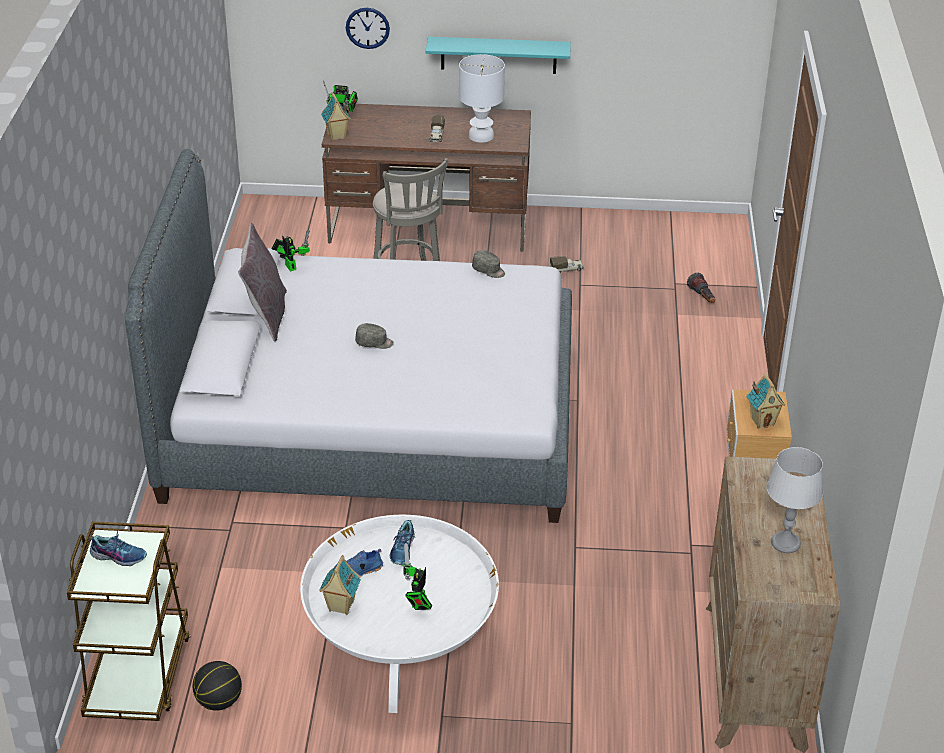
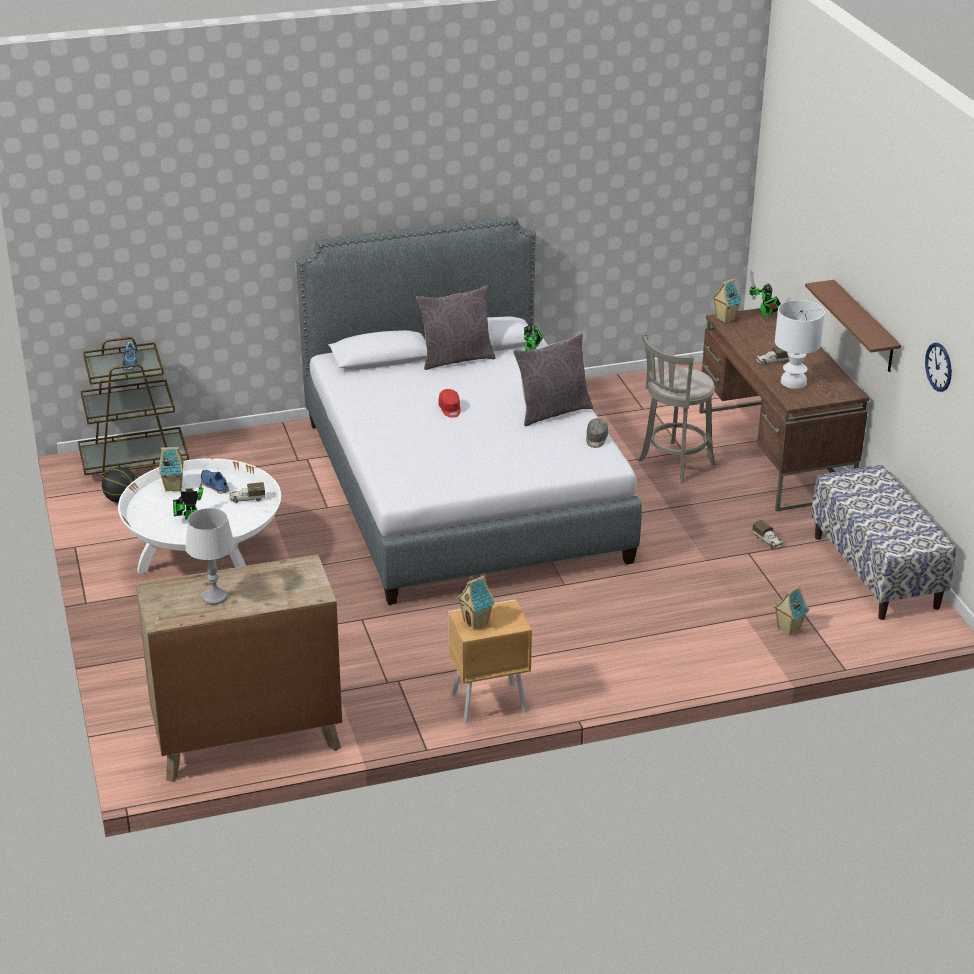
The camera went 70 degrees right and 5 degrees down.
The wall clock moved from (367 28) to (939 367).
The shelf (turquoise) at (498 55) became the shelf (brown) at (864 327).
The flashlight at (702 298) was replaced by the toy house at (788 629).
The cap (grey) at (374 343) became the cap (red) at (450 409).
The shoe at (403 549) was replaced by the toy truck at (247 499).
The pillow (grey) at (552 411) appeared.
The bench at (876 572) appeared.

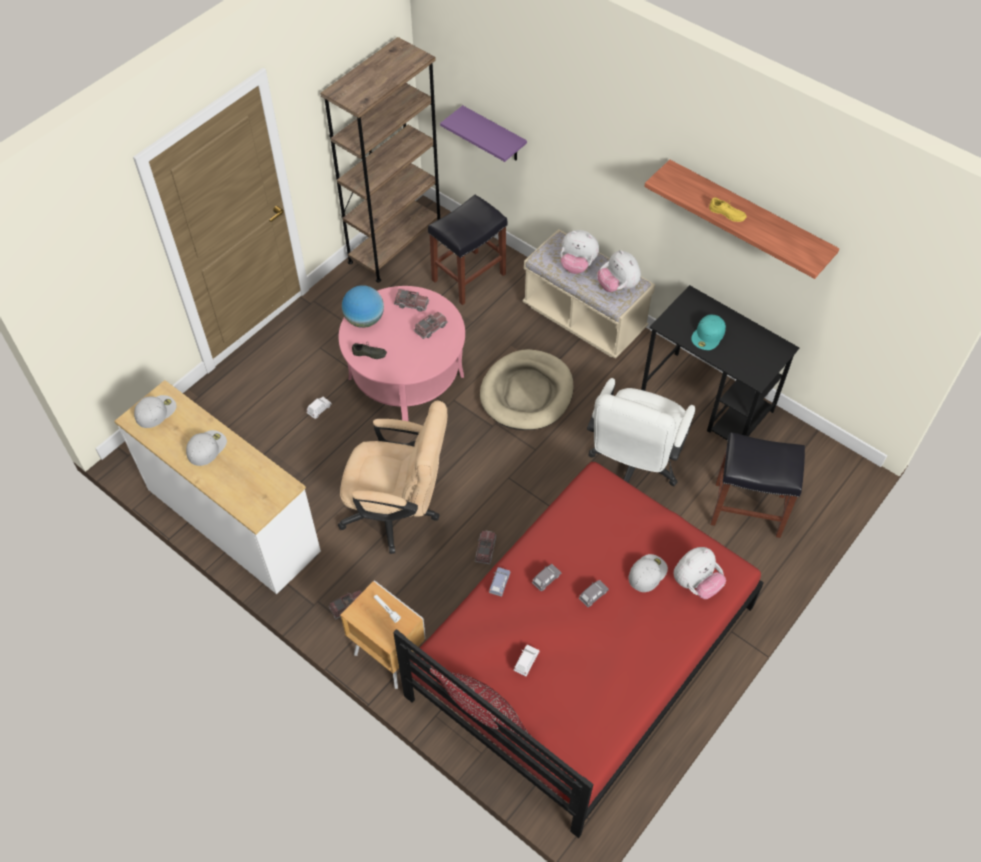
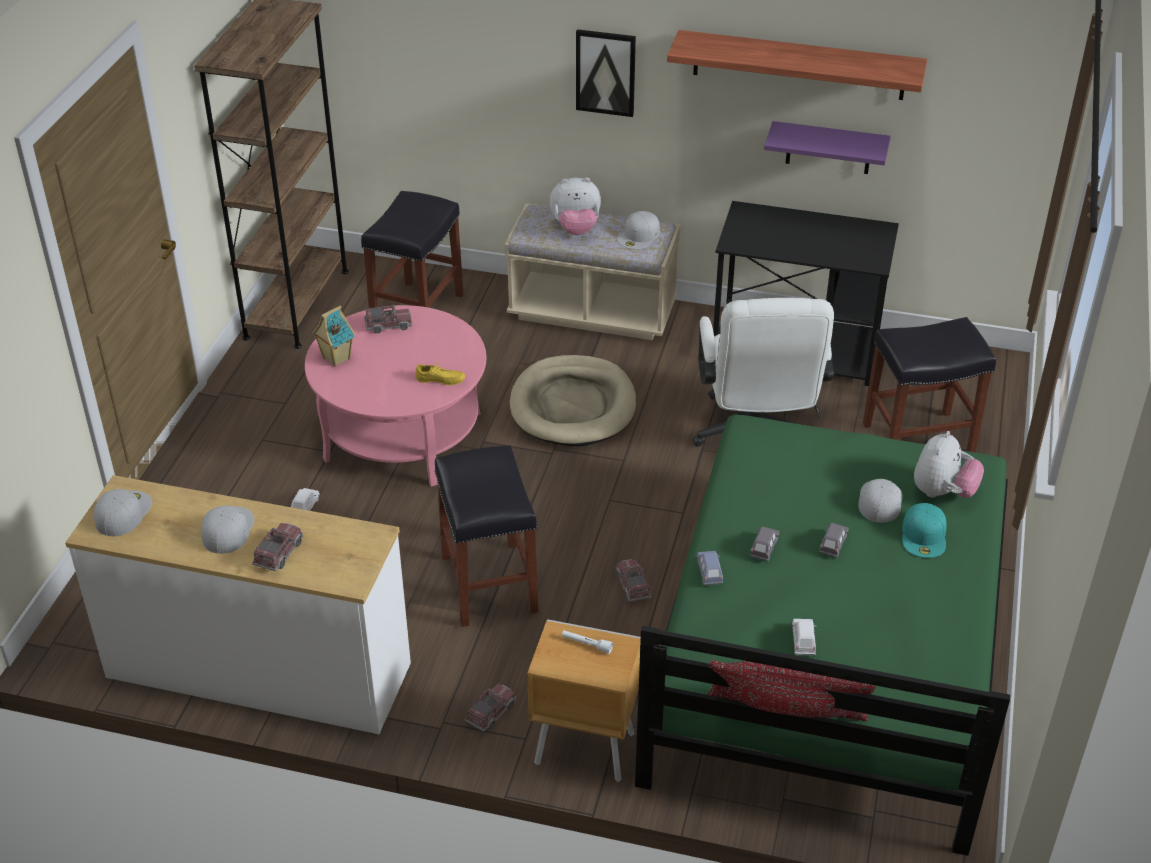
The camera went 25 degrees left and 15 degrees down.
The shelf (purple) moved from (494 135) to (828 148).
The shoe (yellow) moved from (726 215) to (440 381).
The plush toy at (617 286) was replaced by the cap (white) at (639 236).
The globe at (364 320) was replaced by the toy house at (335 358).
The toy truck moved from (430 328) to (279 553).
The cap (turquoise) moved from (708 335) to (924 536).
The shoe (grey) at (369 355) disappeared.
The office chair (beige) at (398 513) was replaced by the stool (black) at (490 585).
The bed (red) at (582 650) became the bed (green) at (828 649).
The picture at (605 72) appeared.

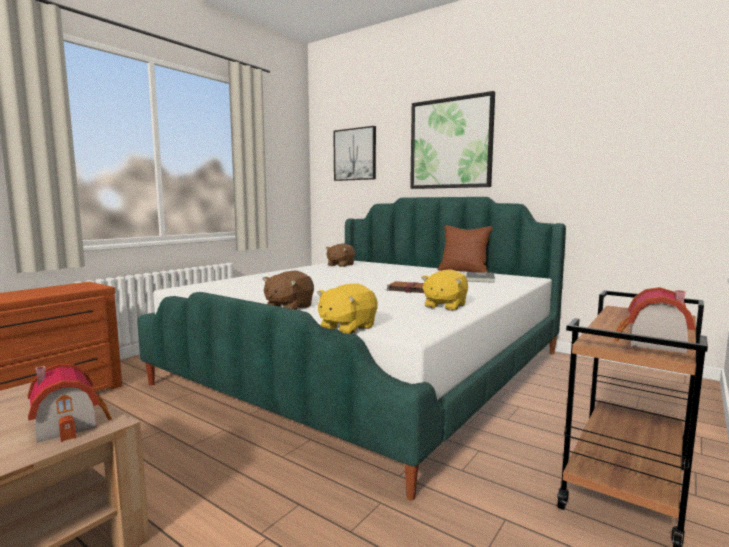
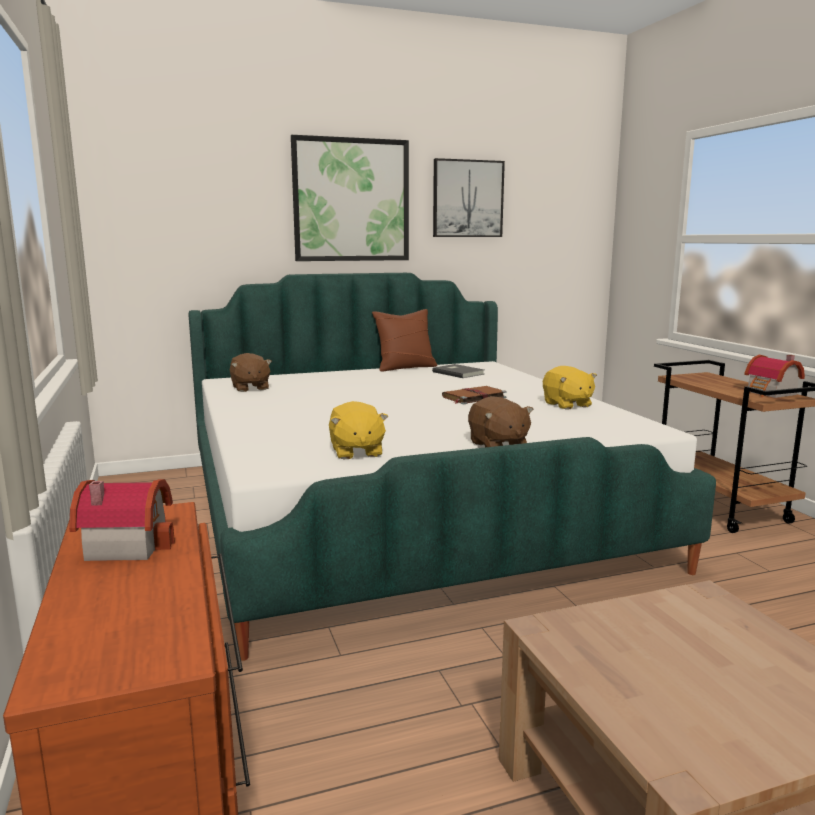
The camera went 55 degrees left and 5 degrees up.
The picture moved from (355 154) to (467 199).
The plush toy (yellow) moved from (346 328) to (356 452).
The toy house moved from (70 423) to (126 544).

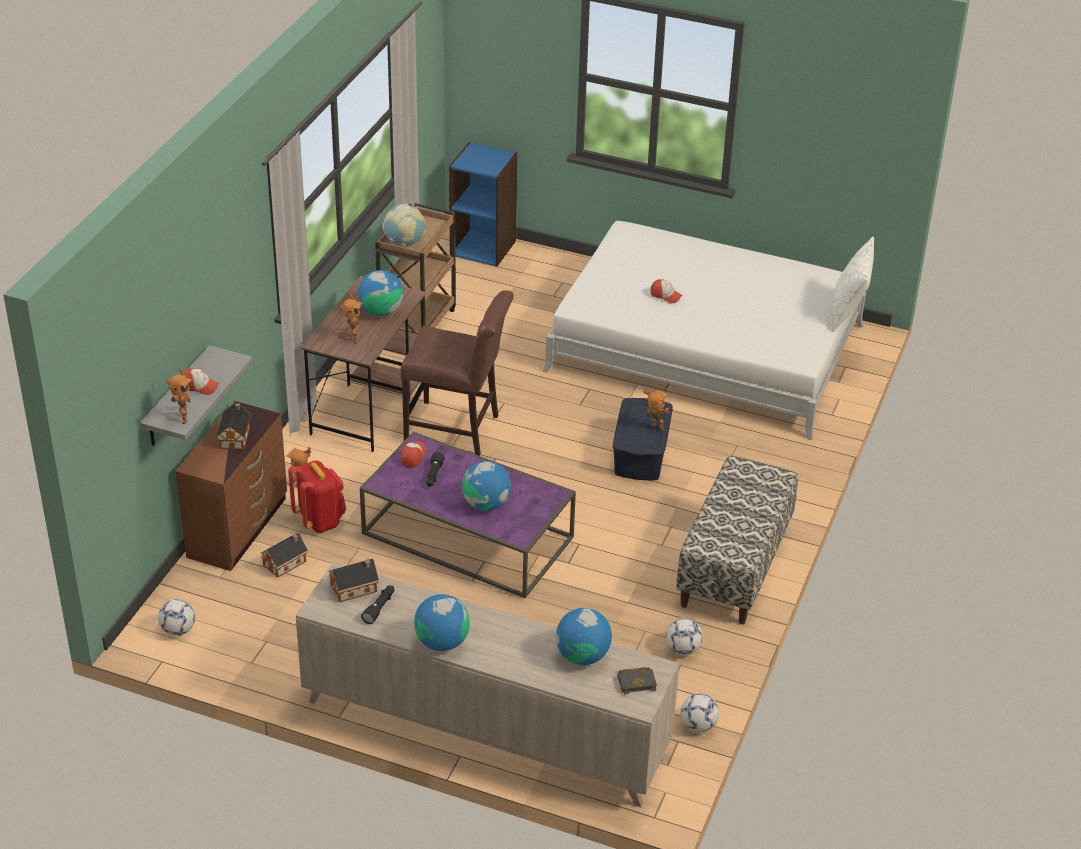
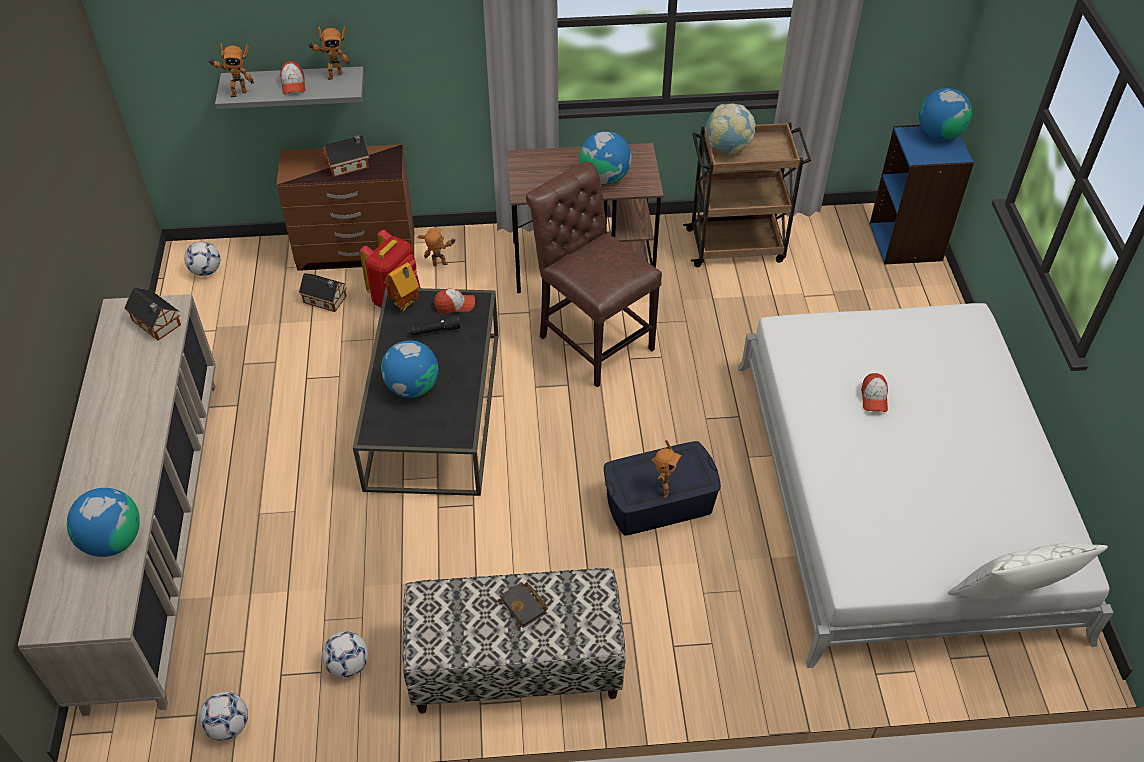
The camera went 65 degrees right and 10 degrees up.
The chair (brown) at (457 430) turned 150 degrees clockwise.
The toy robot moved from (352 339) to (333 75).
The coffee table (purple) at (467 536) became the coffee table (black) at (433 410).
The flashlight (black) at (379 608) disappeared.
The globe moved from (442 642) to (939 134).
The book (black) moved from (637 682) to (525 607).
The toy house at (405 305) appeared.

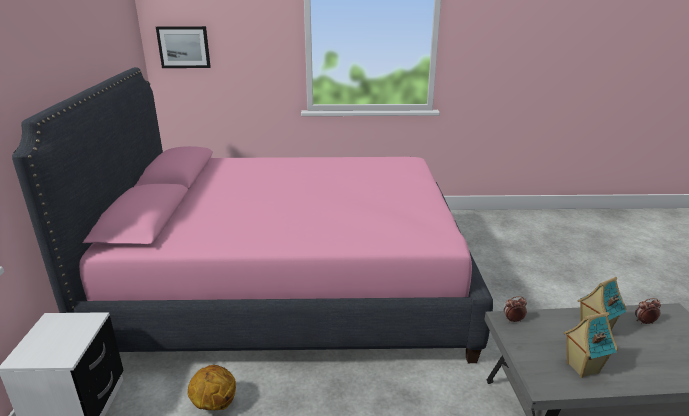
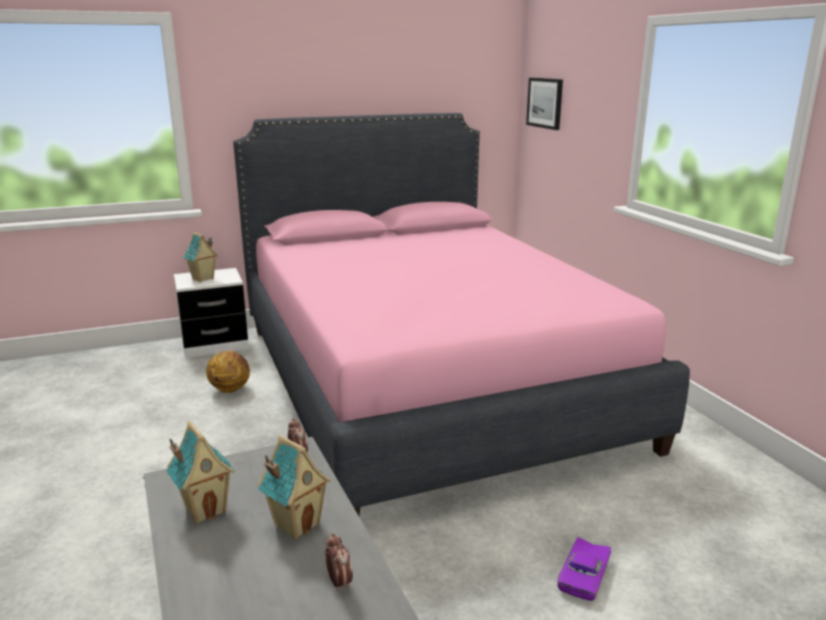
The camera went 70 degrees right and 5 degrees down.
The toy house at (203 279) appeared.
The toy car (purple) at (586 575) appeared.

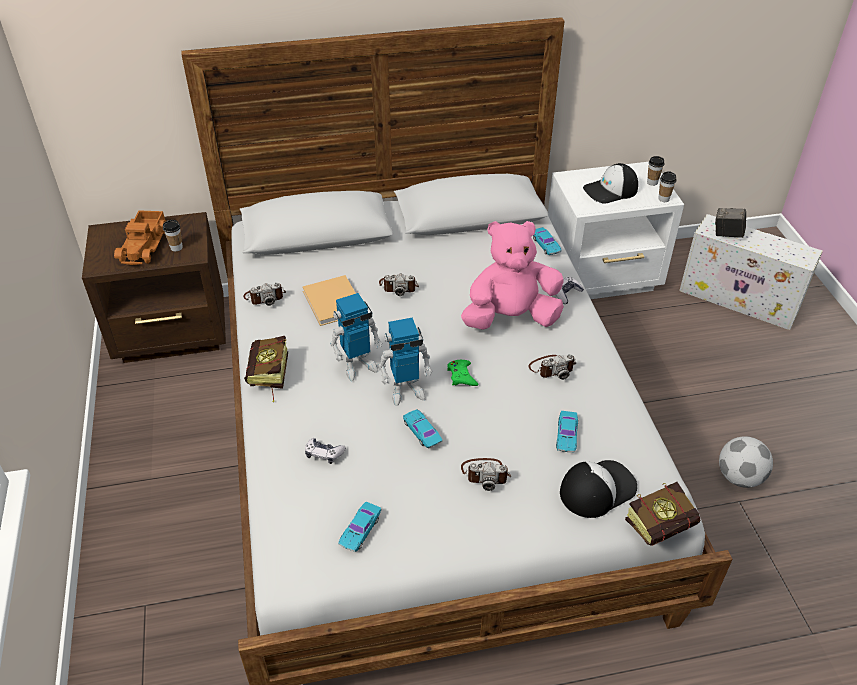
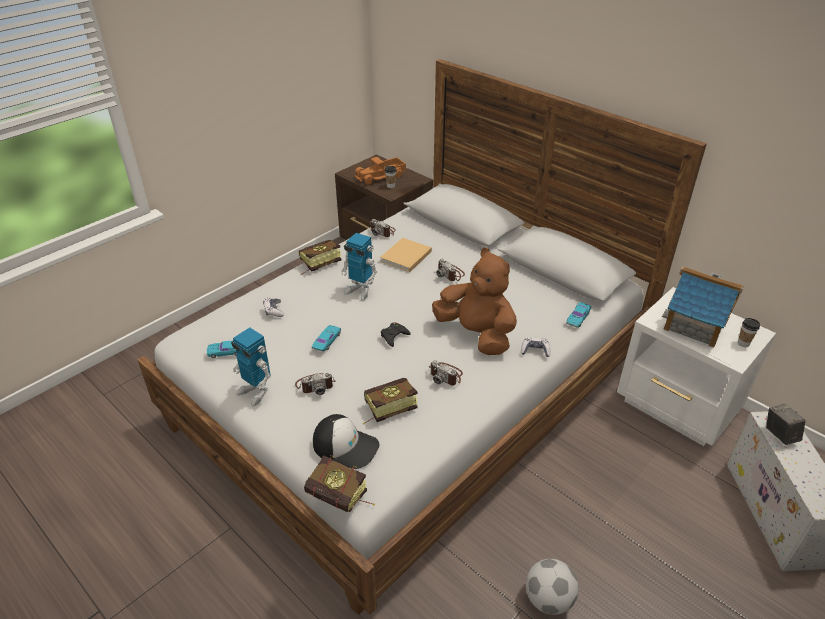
The camera went 55 degrees right and 5 degrees down.
The cap at (610 190) was replaced by the toy house at (695 325).
The cup at (663 199) disappeared.
The plush toy (pink) at (510 318) became the plush toy (brown) at (476 334).
The toy robot moved from (406 390) to (256 392).
The game controller (green) at (461 376) became the game controller (black) at (394 336).
The toy car (turquoise) at (566 435) was replaced by the book at (386 409).
The photo camera at (485 474) turned 75 degrees counterclockwise.

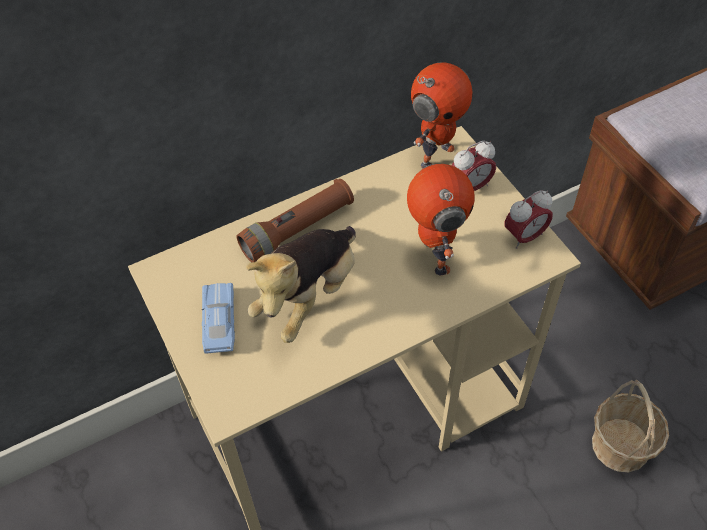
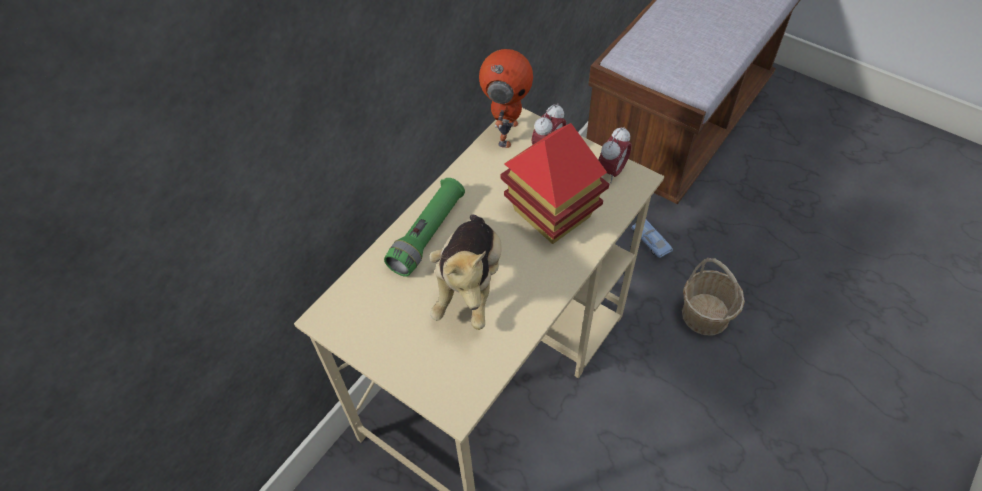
The camera went 25 degrees left and 0 degrees up.
The toy robot at (433 256) was replaced by the toy house at (551 213).
The flashlight (brown) at (297 229) became the flashlight (green) at (428 234).
The toy car (blue) moved from (219 322) to (650 241).

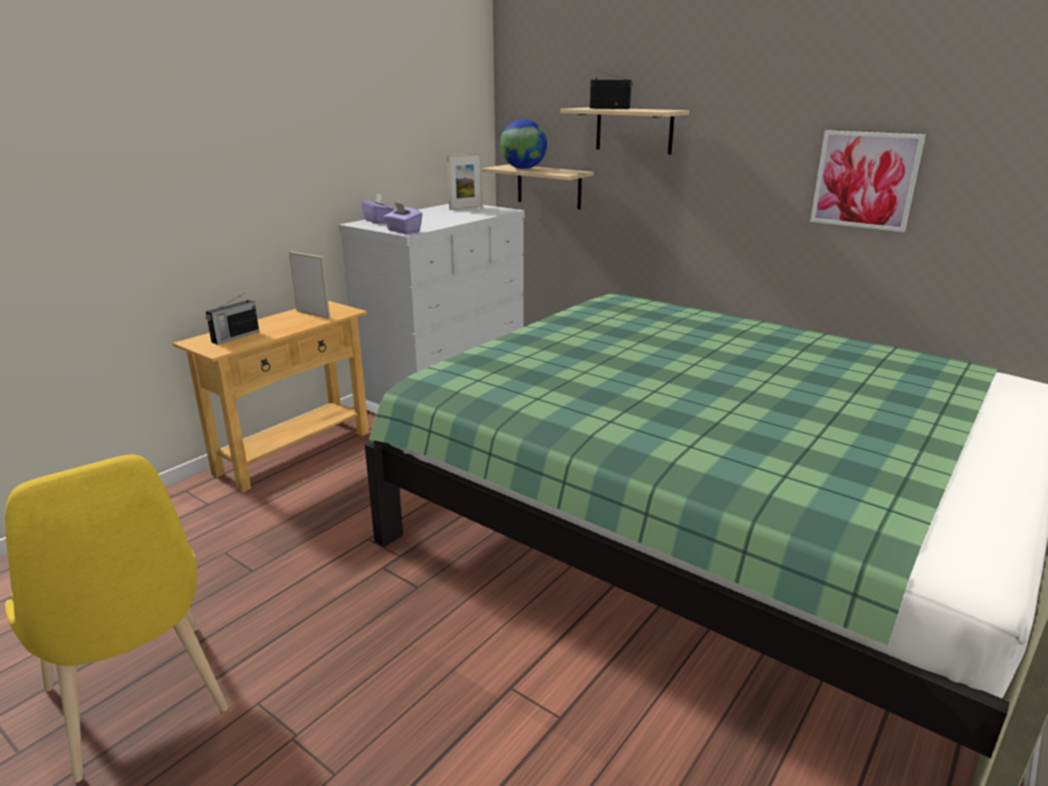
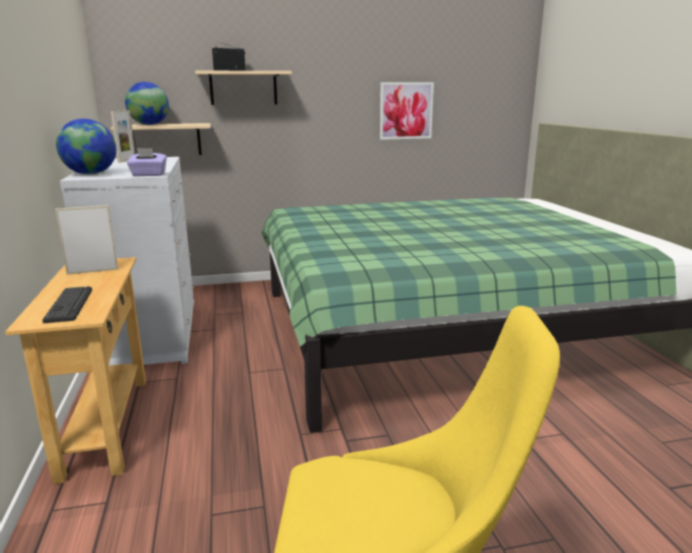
The camera went 50 degrees left and 5 degrees down.
The tissue box (purple) at (378 221) was replaced by the globe at (91 174).
The radio at (234 337) was replaced by the keyboard at (69 305).

